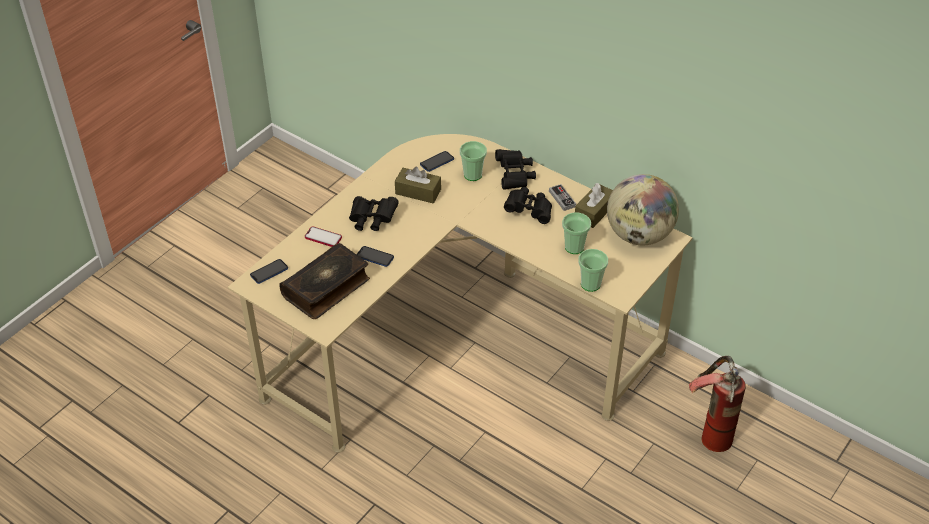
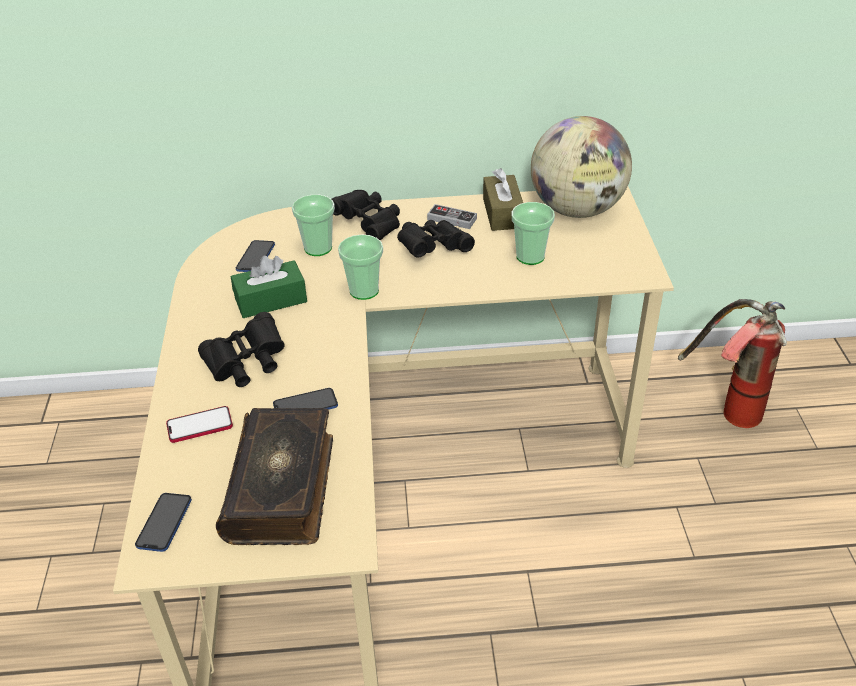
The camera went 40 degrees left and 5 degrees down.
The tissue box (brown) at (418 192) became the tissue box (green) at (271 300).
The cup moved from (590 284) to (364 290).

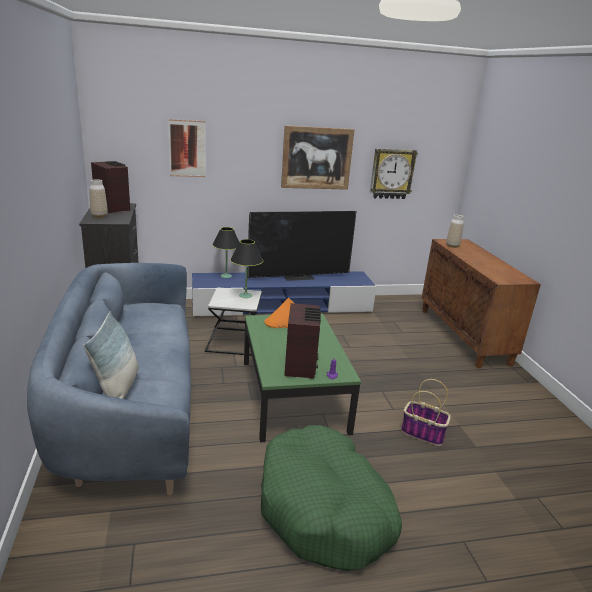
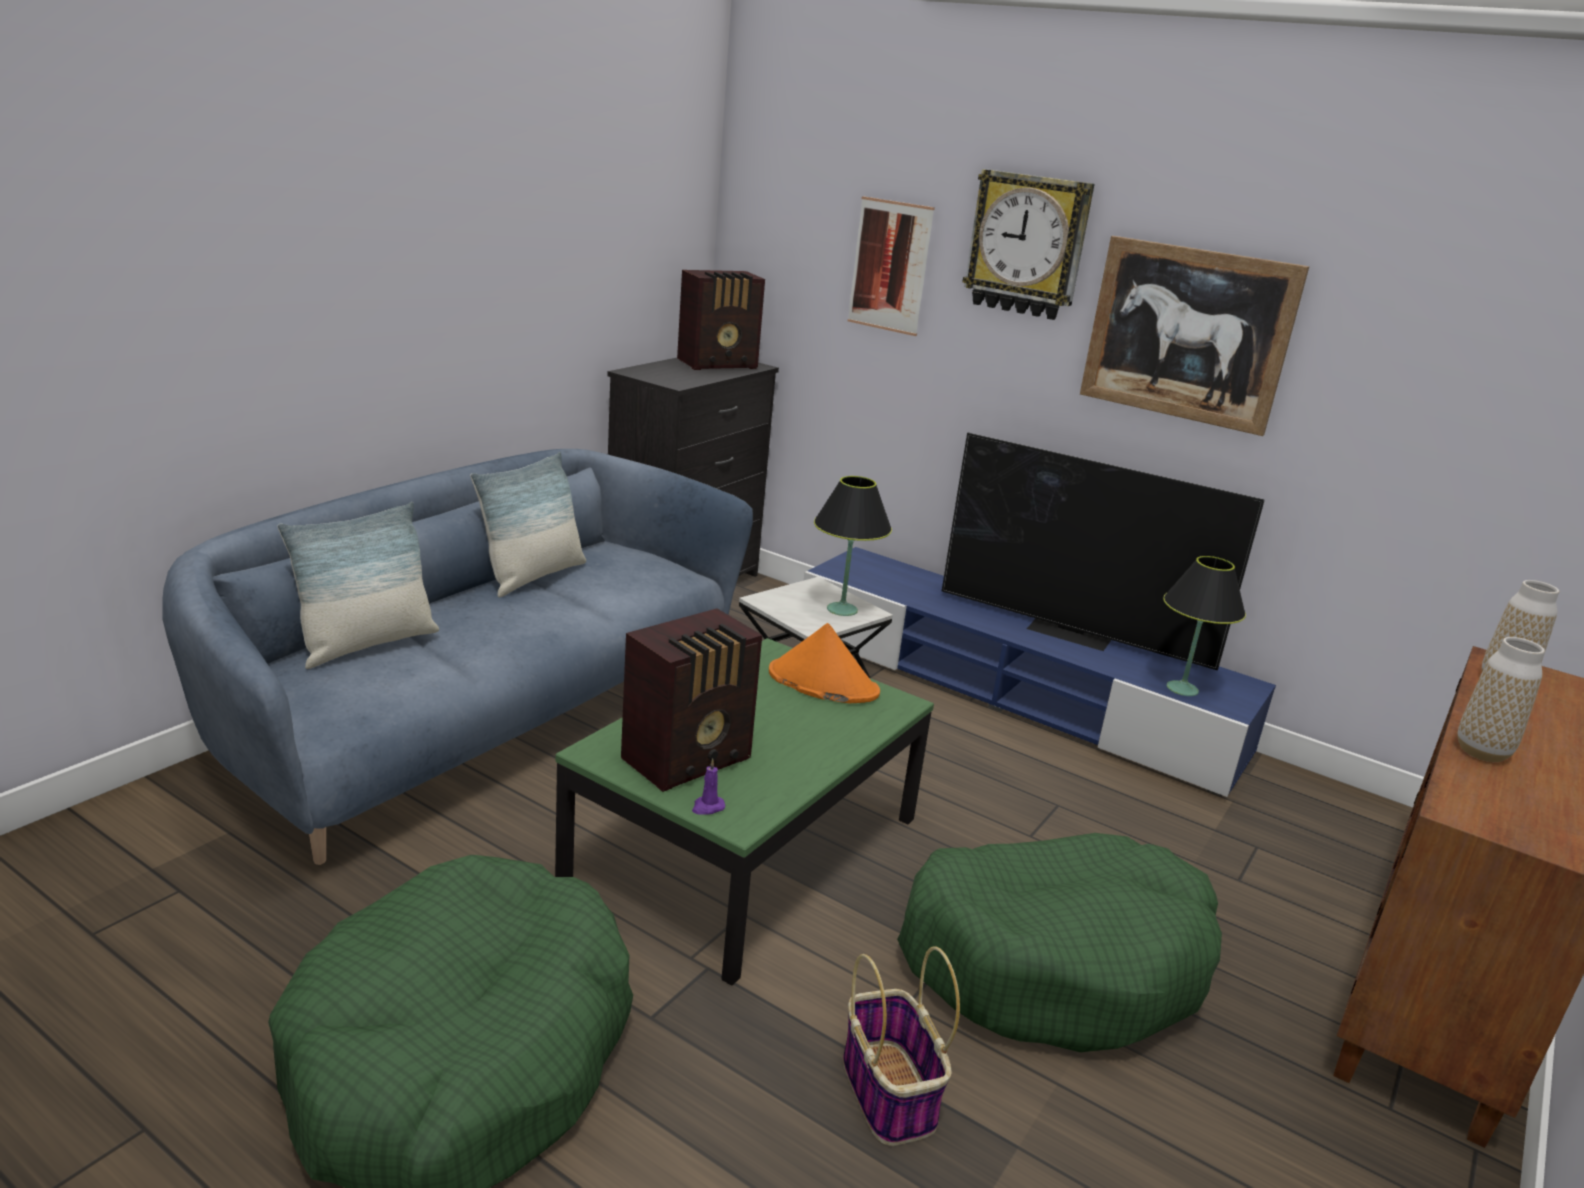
The camera went 45 degrees right and 0 degrees up.
The wall clock moved from (392 173) to (1027 245).
The radio at (113 208) turned 60 degrees clockwise.
The vase moved from (99 216) to (1481 752).
The table lamp (black) moved from (226 276) to (1182 689).
The pillow at (533 576) appeared.
The dog bed (green) at (1055 962) appeared.

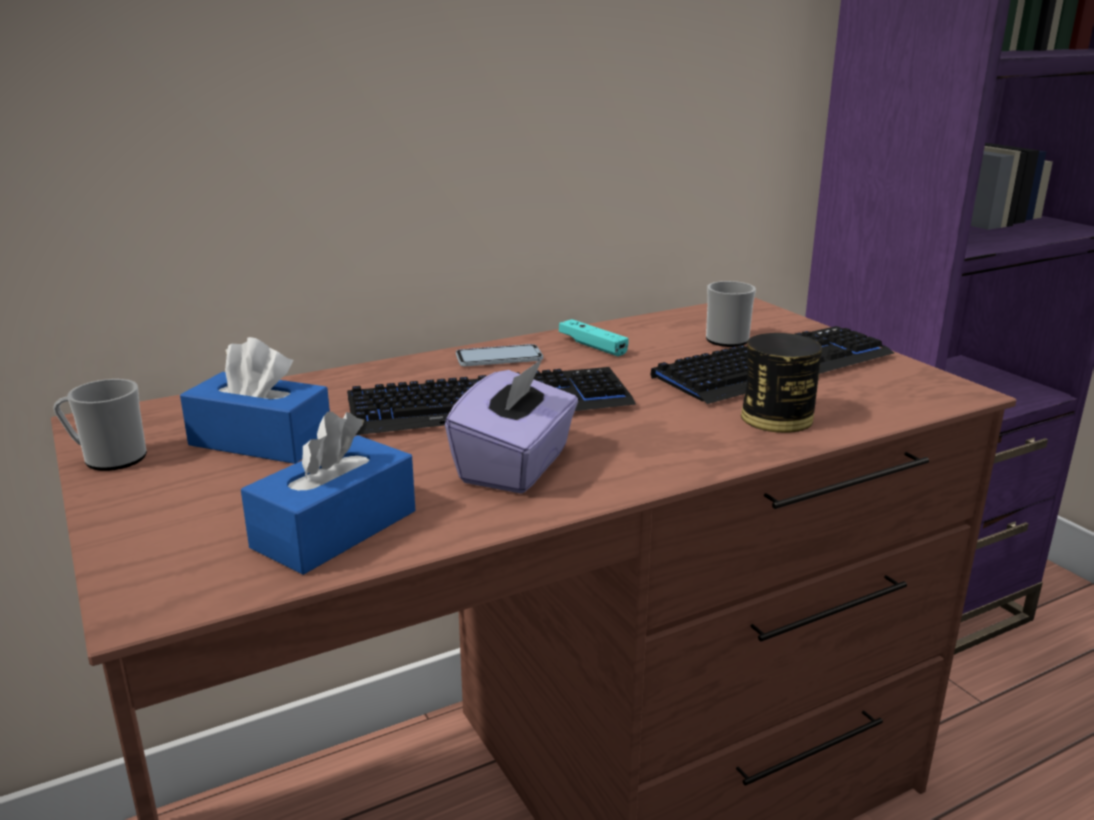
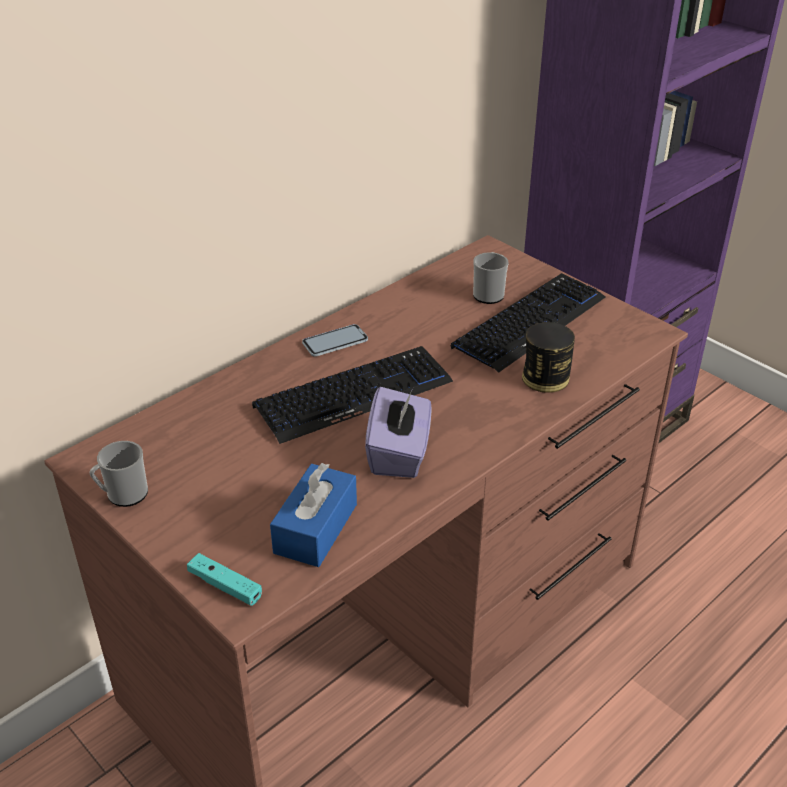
The camera went 15 degrees left and 15 degrees up.
The game controller (turquoise) moved from (592 346) to (225 586).
The tissue box (blue) at (260 441) disappeared.

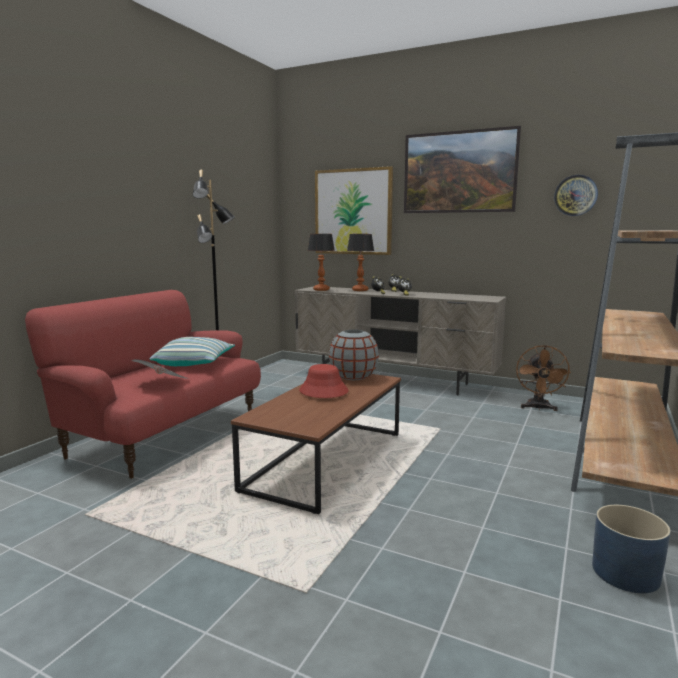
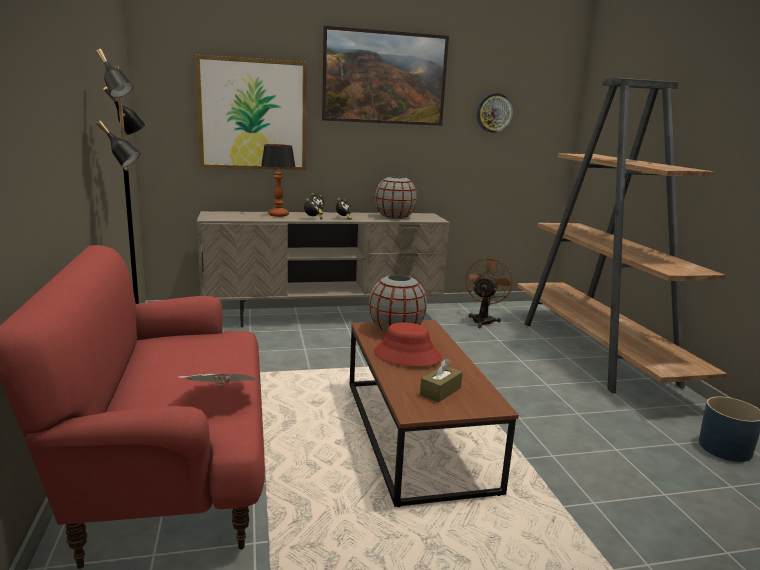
The camera went 40 degrees left and 5 degrees up.
The table lamp at (321 290) disappeared.
The pillow at (194 364) disappeared.
The fan (brown) at (538 408) turned 135 degrees counterclockwise.
The vase (grey) at (394 217) appeared.
The tissue box (brown) at (440 391) appeared.

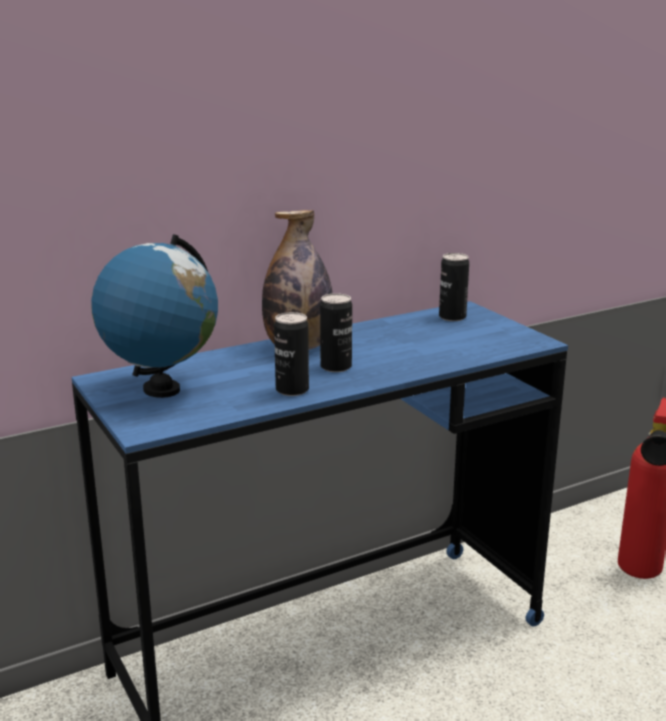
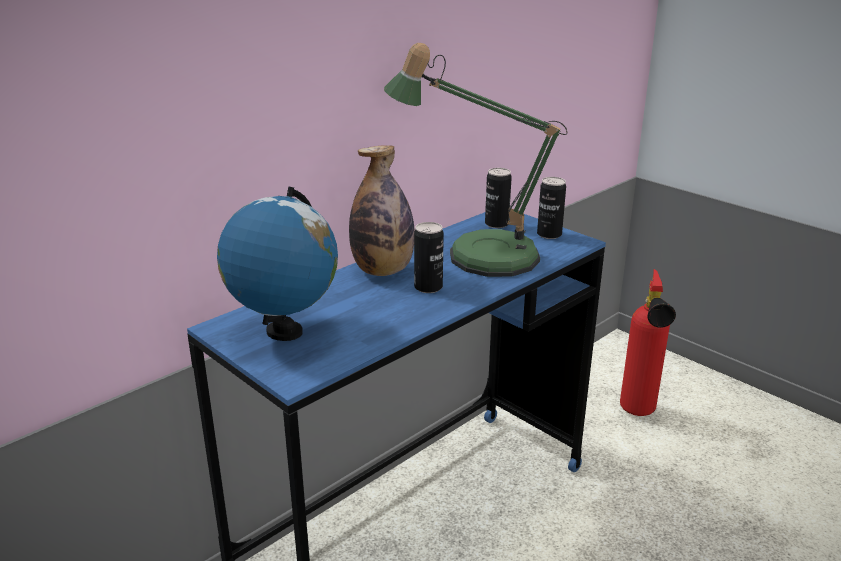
The camera went 15 degrees left and 5 degrees up.
The can moved from (292 390) to (549 234).
The table lamp at (478 254) appeared.

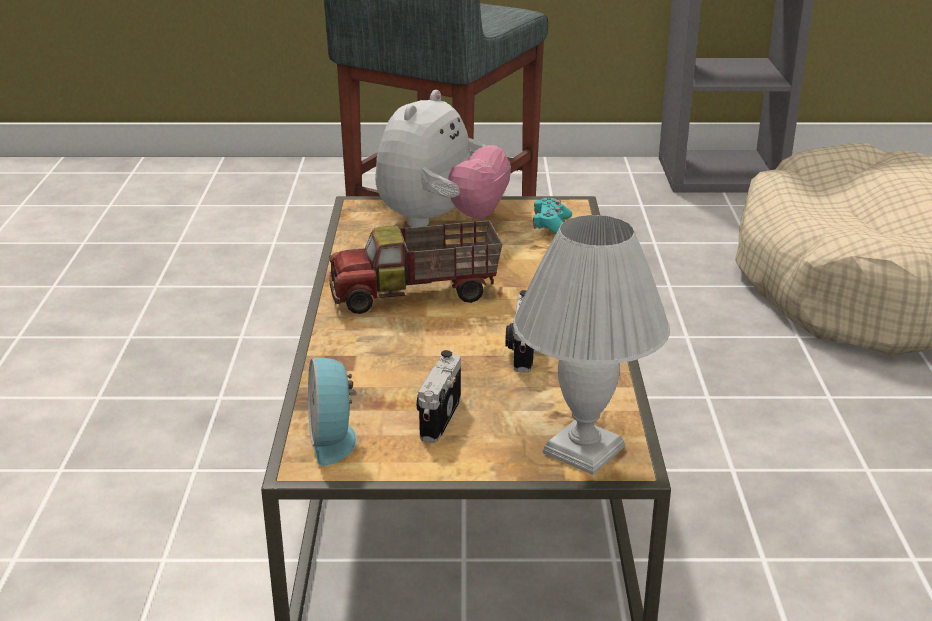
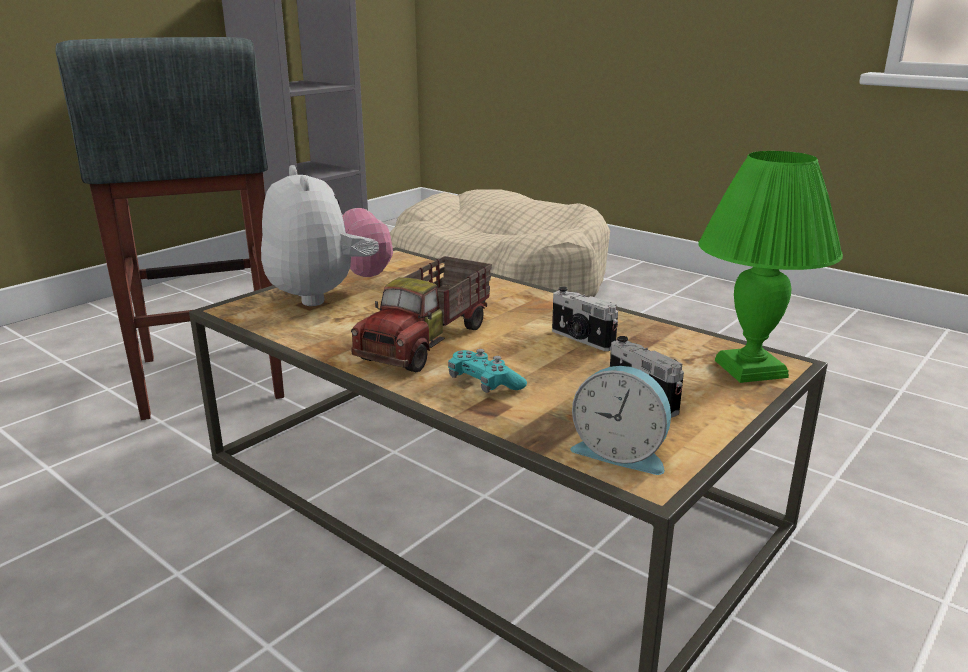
The camera went 50 degrees left and 5 degrees down.
The game controller (turquoise) moved from (552 227) to (484 384).
The table lamp (white) at (583 451) became the table lamp (green) at (752 369).

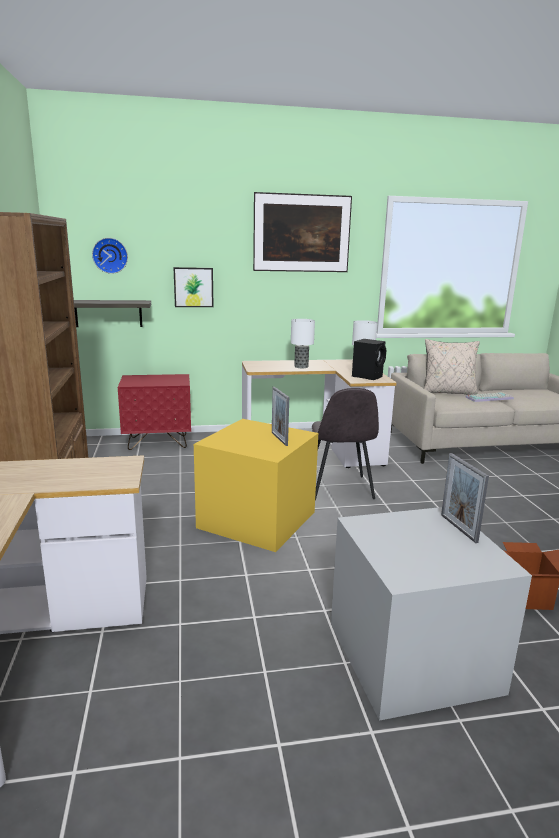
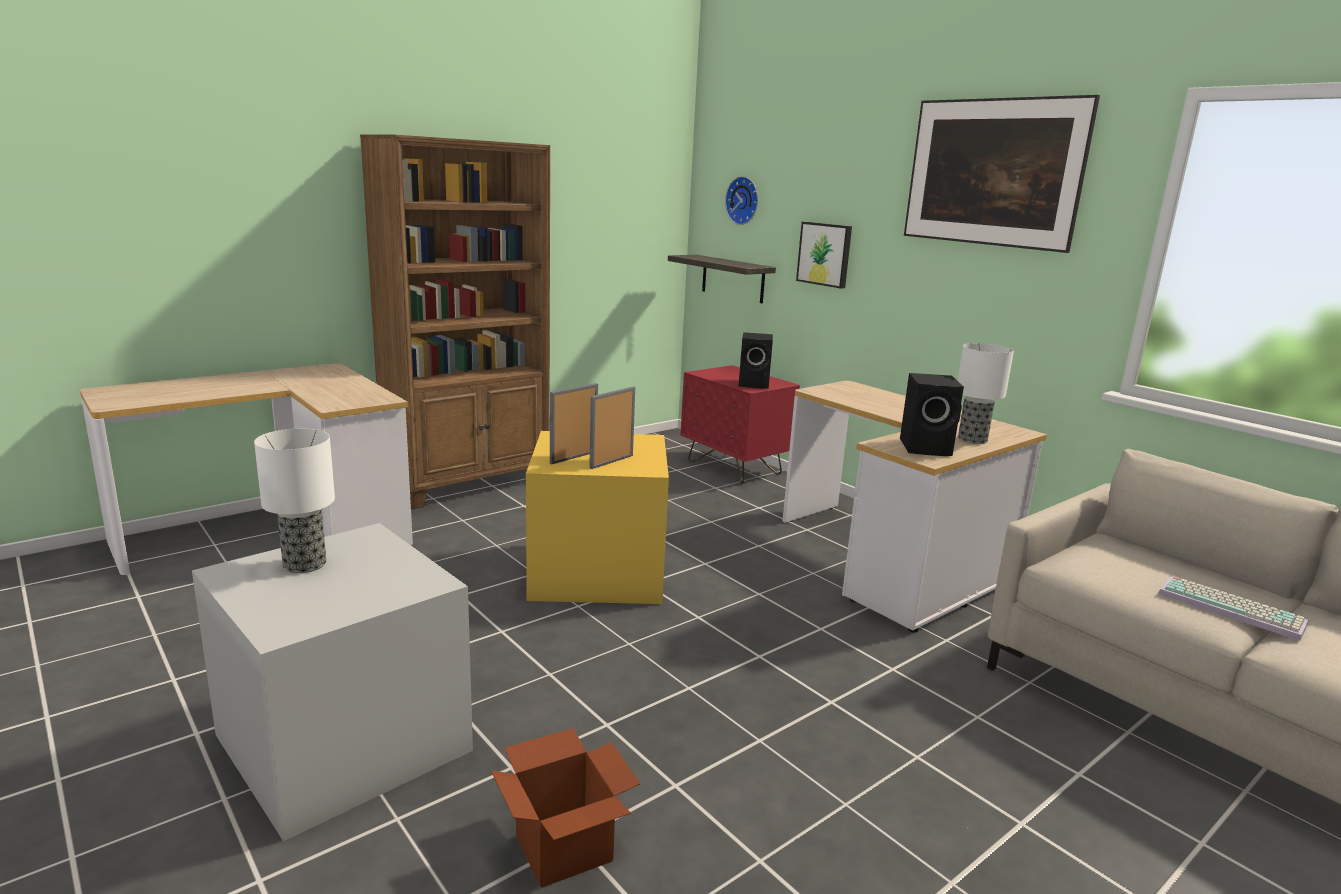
The camera went 60 degrees right and 0 degrees up.
The table lamp moved from (301 366) to (306 564).
The pillow (beige) at (448 392) disappeared.
The chair (grey) at (339 489) disappeared.
The picture frame moved from (458 528) to (573 457).
The speaker (black) at (755 384) appeared.

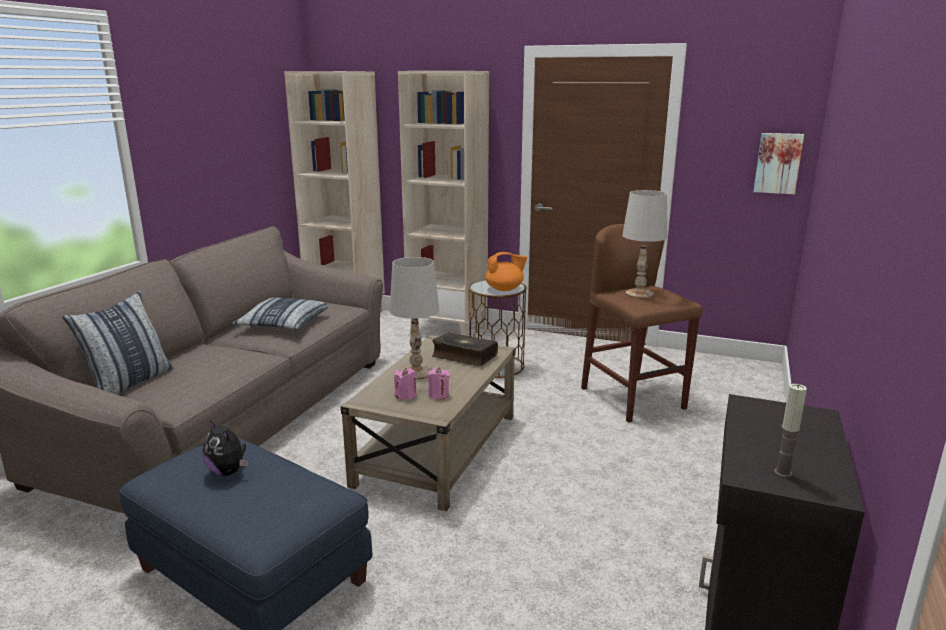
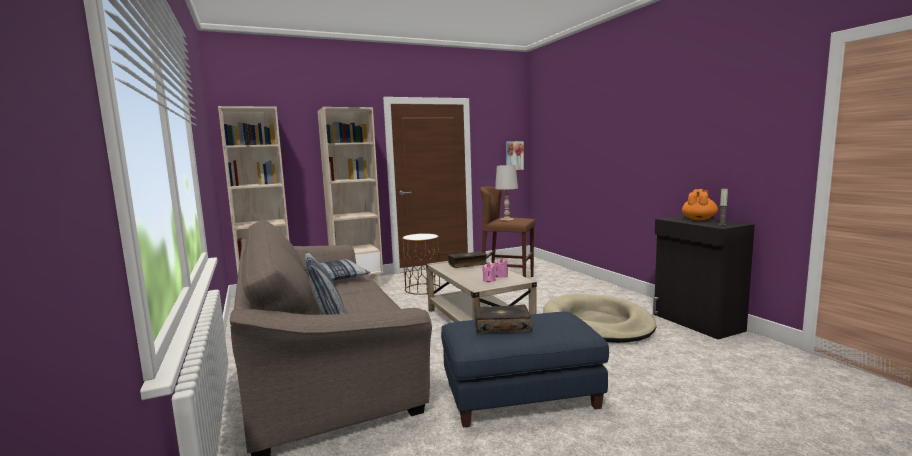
The camera went 45 degrees left and 10 degrees down.
The teapot (orange) moved from (505 289) to (699 219).
The table lamp (white) at (416 373) disappeared.
The plush toy at (228 472) was replaced by the book at (502 326).
The dog bed (beige) at (597 323) appeared.

